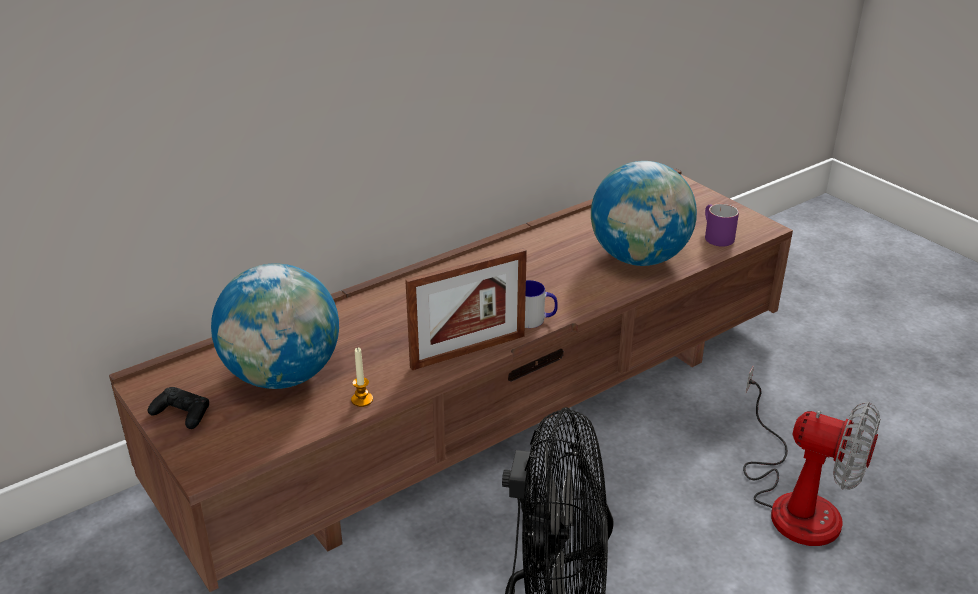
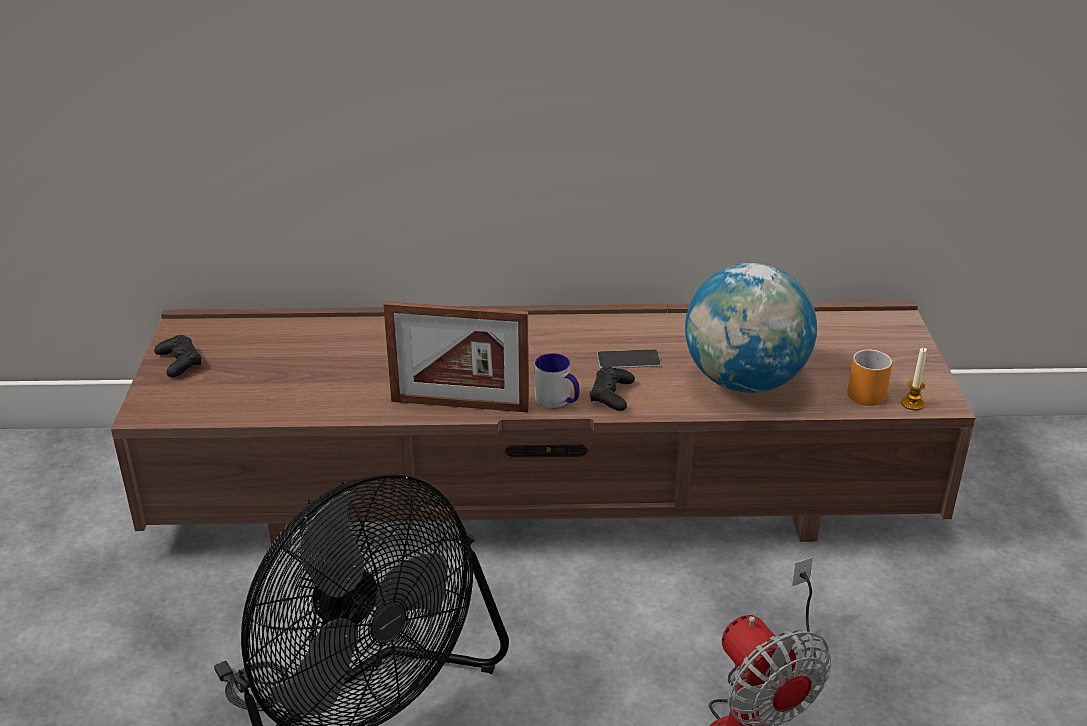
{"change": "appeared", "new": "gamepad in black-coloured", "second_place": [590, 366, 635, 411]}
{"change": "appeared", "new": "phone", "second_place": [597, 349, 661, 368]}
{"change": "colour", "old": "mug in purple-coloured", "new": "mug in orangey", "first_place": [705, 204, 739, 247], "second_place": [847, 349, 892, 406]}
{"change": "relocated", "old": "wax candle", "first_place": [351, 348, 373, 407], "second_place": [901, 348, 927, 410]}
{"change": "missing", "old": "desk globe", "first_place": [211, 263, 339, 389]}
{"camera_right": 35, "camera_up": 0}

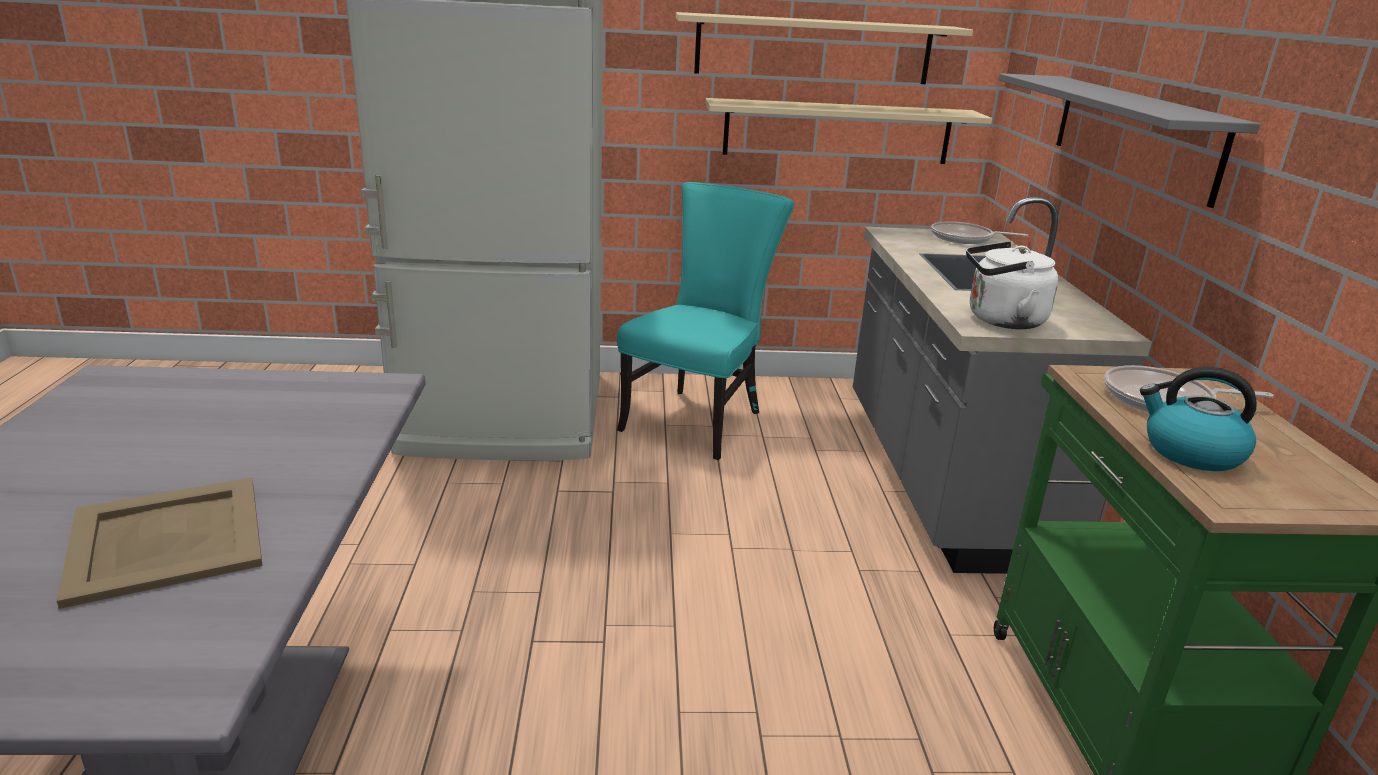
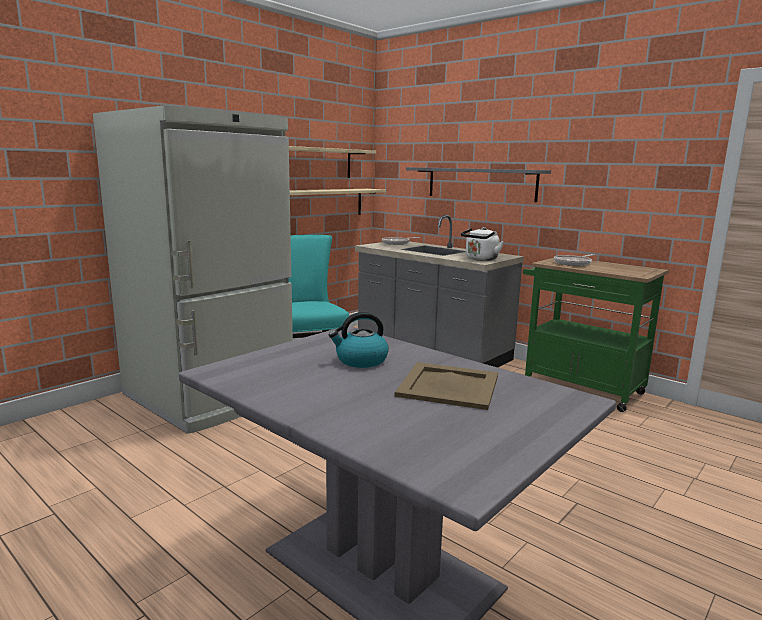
{"change": "relocated", "old": "water kettle", "first_place": [1140, 367, 1257, 471], "second_place": [329, 312, 389, 368]}
{"camera_right": -45, "camera_up": -10}

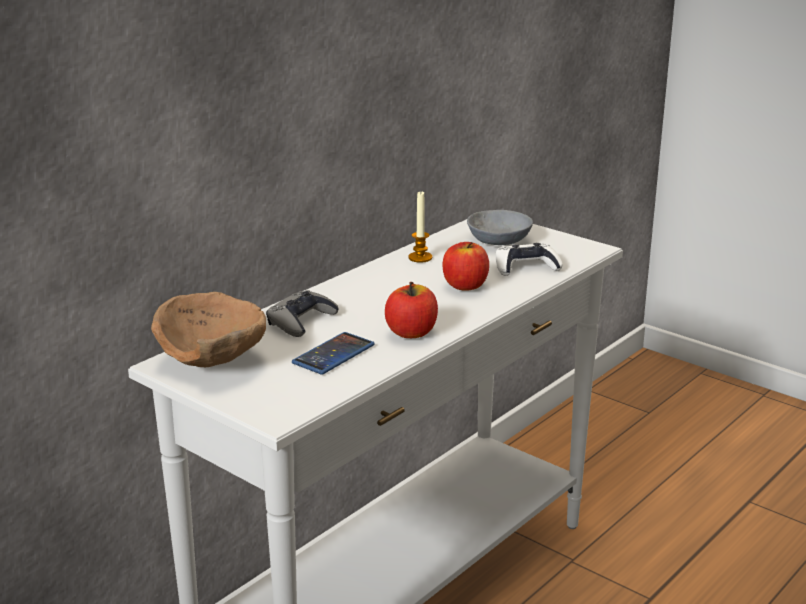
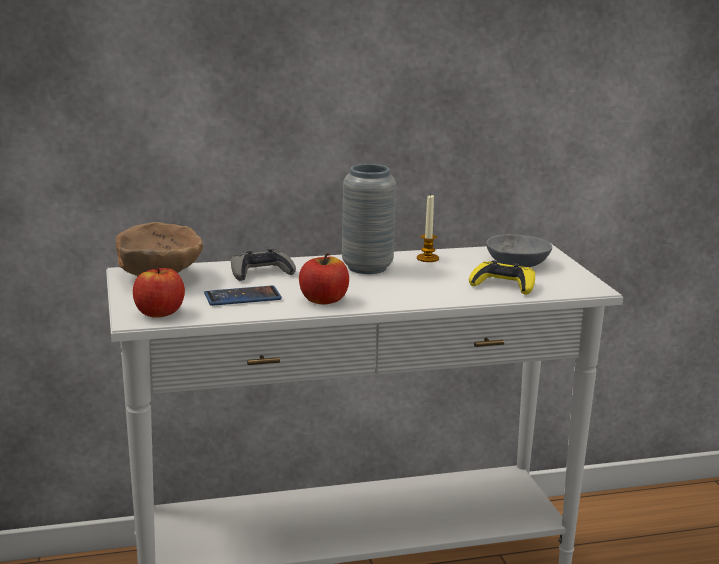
{"change": "relocated", "old": "apple fruit", "first_place": [442, 242, 489, 291], "second_place": [133, 267, 185, 317]}
{"change": "appeared", "new": "vase in grey", "second_place": [342, 164, 396, 274]}
{"change": "colour", "old": "gamepad in whitish", "new": "gamepad in yellow-coloured", "first_place": [496, 243, 563, 276], "second_place": [469, 260, 535, 295]}
{"camera_right": 35, "camera_up": -5}

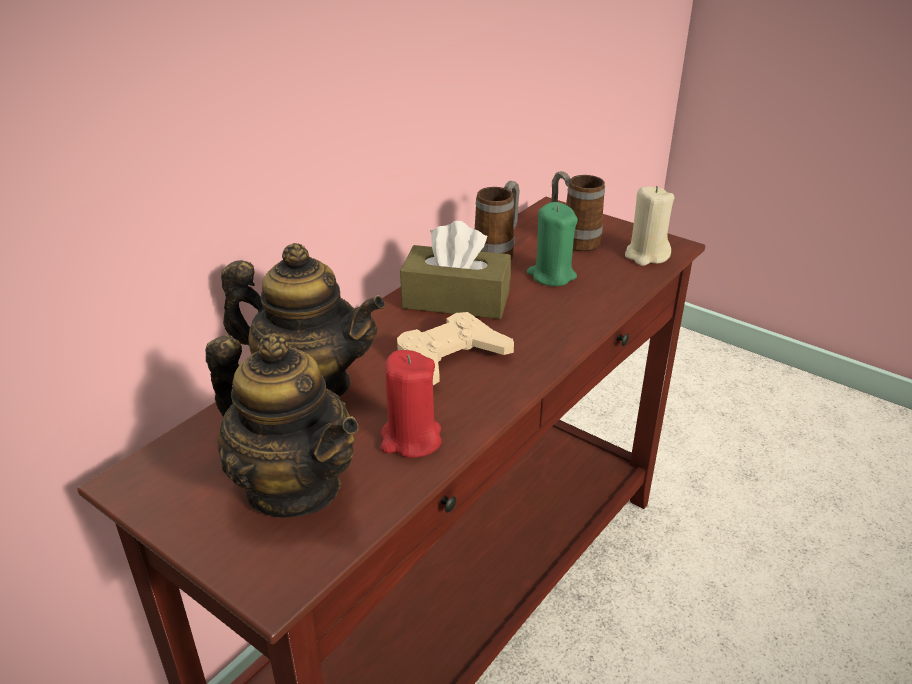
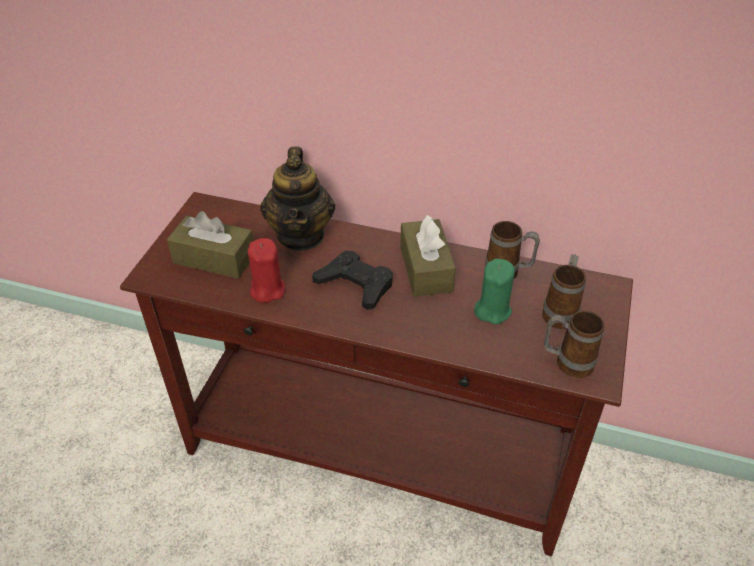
{"change": "exchanged", "old": "pot for tea", "new": "tissue box in brownish", "first_place": [205, 333, 359, 517], "second_place": [167, 211, 254, 279]}
{"change": "colour", "old": "gamepad in beige-coloured", "new": "gamepad in black-coloured", "first_place": [397, 312, 514, 385], "second_place": [312, 250, 393, 310]}
{"change": "exchanged", "old": "wax candle in beige-coloured", "new": "mug", "first_place": [625, 186, 674, 266], "second_place": [544, 311, 605, 378]}
{"camera_right": 70, "camera_up": 10}

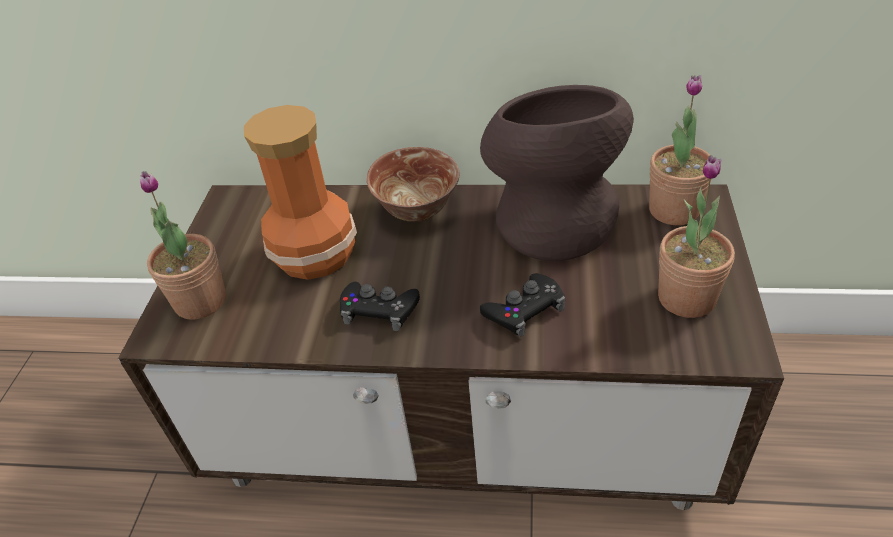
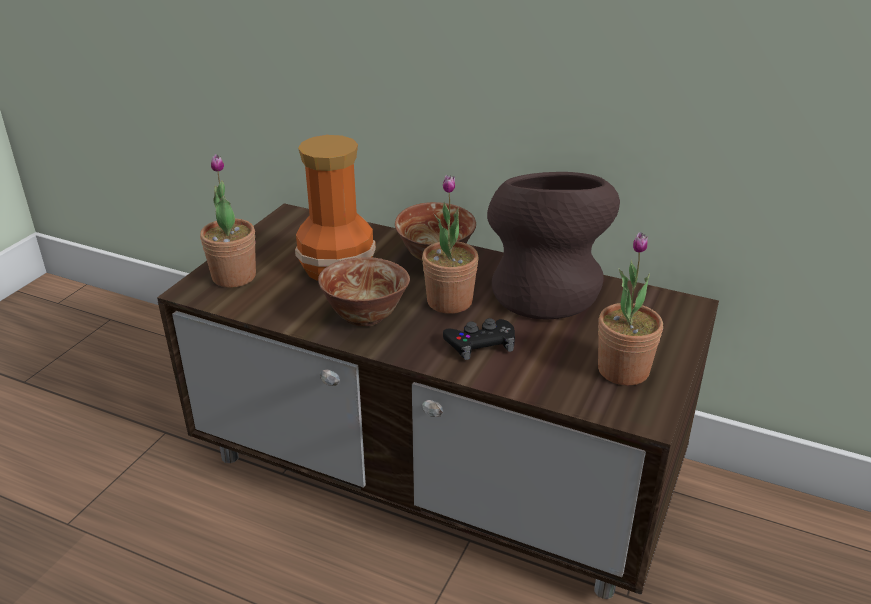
{"change": "exchanged", "old": "gamepad in black-coloured", "new": "serving bowl", "first_place": [340, 282, 420, 331], "second_place": [318, 257, 410, 326]}
{"change": "relocated", "old": "plant in a pot", "first_place": [649, 75, 711, 225], "second_place": [422, 175, 479, 314]}
{"camera_right": 15, "camera_up": -10}

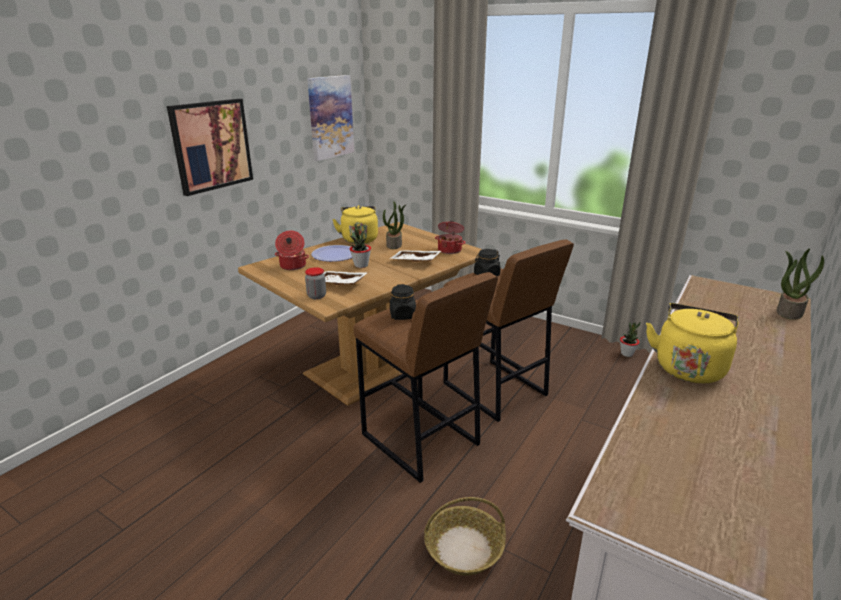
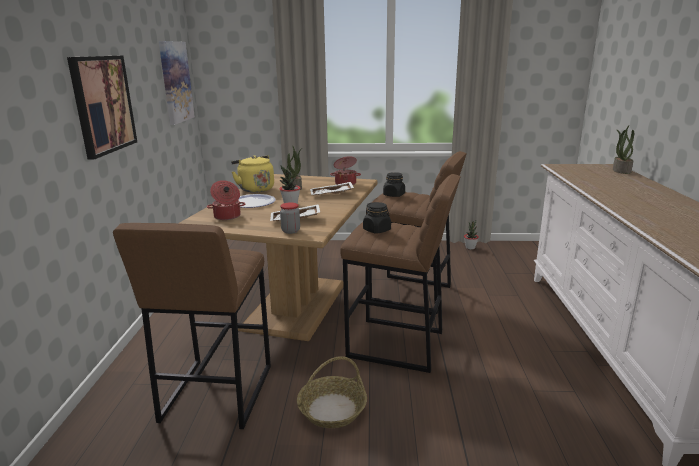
{"change": "appeared", "new": "sitting stool in brownish", "second_place": [113, 223, 271, 429]}
{"change": "relocated", "old": "household basket", "first_place": [424, 497, 506, 576], "second_place": [297, 356, 367, 428]}
{"change": "missing", "old": "water kettle in yellow-coloured", "first_place": [646, 303, 739, 383]}
{"camera_right": -30, "camera_up": -5}

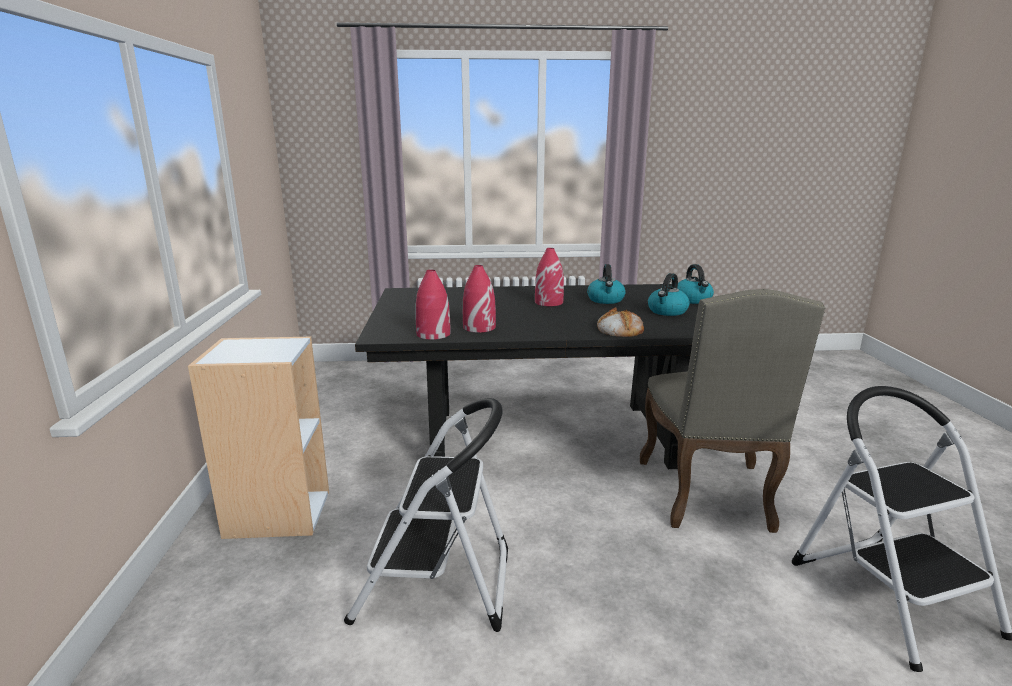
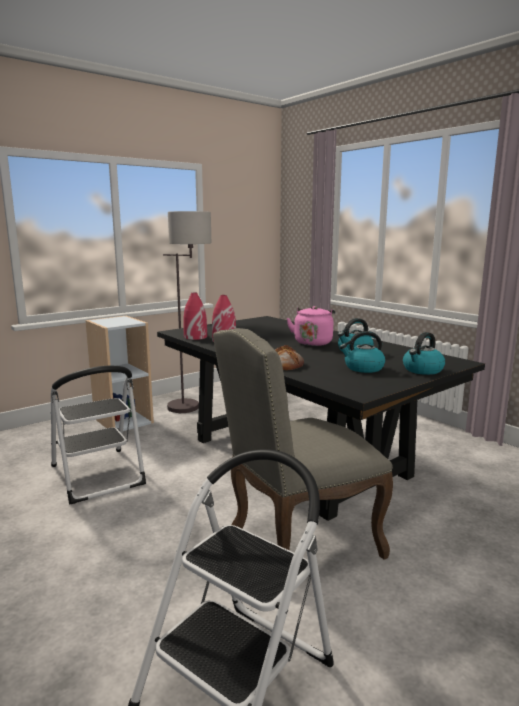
{"change": "appeared", "new": "floor lamp in grey", "second_place": [163, 211, 211, 413]}
{"change": "exchanged", "old": "vase in red", "new": "water kettle in pink-coloured", "first_place": [535, 248, 564, 306], "second_place": [287, 306, 335, 346]}
{"camera_right": 55, "camera_up": -5}

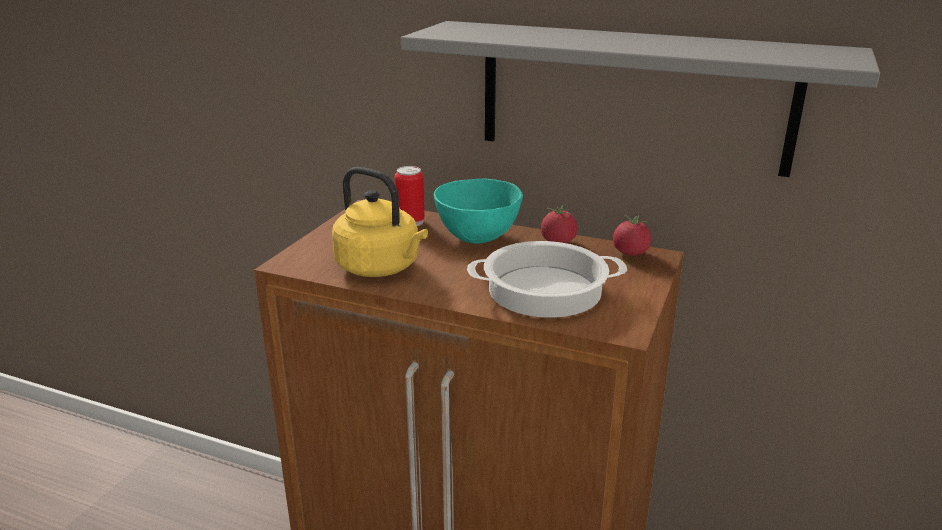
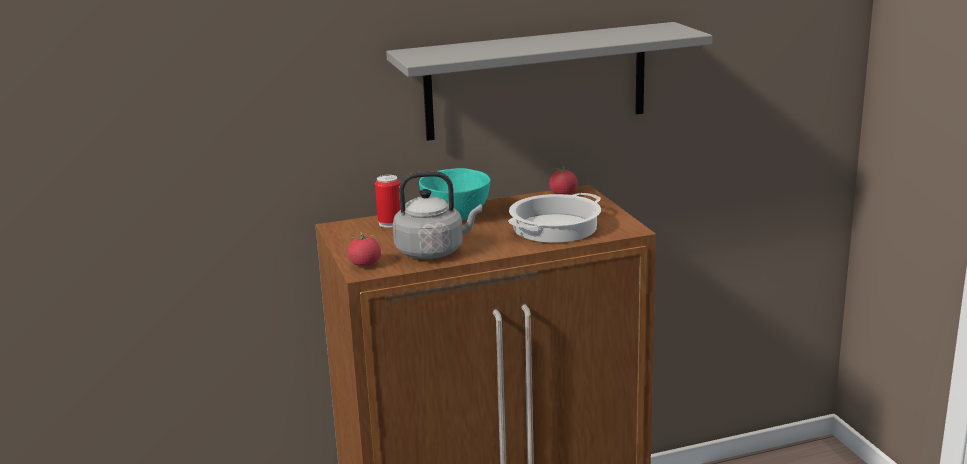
{"change": "relocated", "old": "tomato", "first_place": [541, 205, 578, 243], "second_place": [348, 232, 381, 266]}
{"change": "colour", "old": "water kettle in yellow-coloured", "new": "water kettle in grey", "first_place": [332, 167, 428, 277], "second_place": [393, 171, 482, 259]}
{"camera_right": -40, "camera_up": -5}

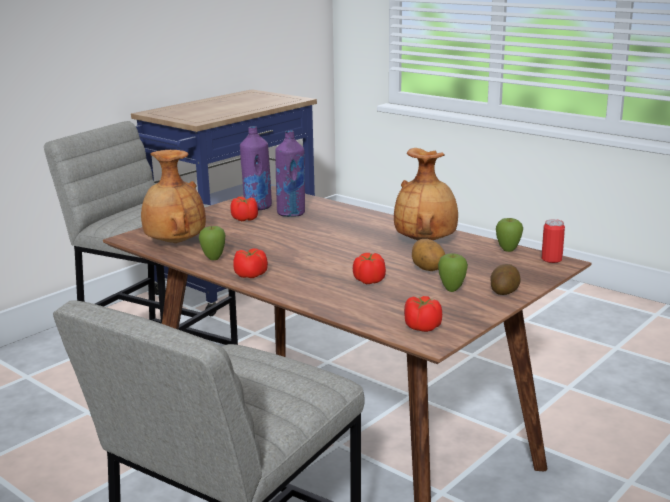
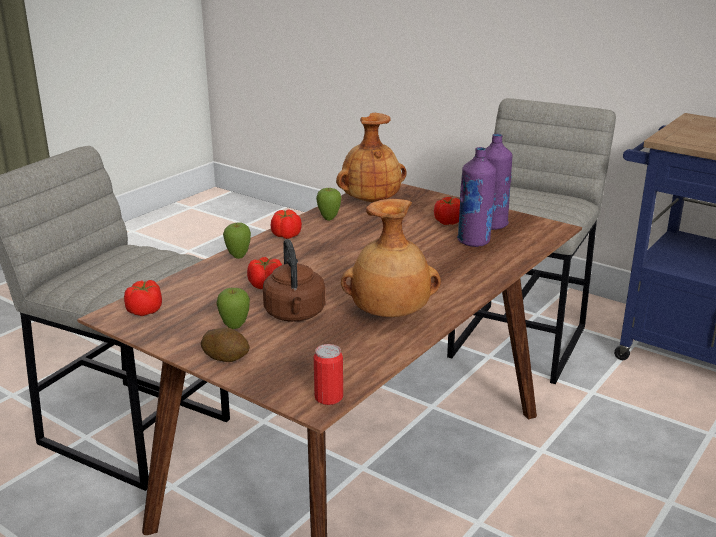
{"change": "relocated", "old": "apple fruit", "first_place": [496, 218, 523, 252], "second_place": [223, 222, 251, 259]}
{"change": "exchanged", "old": "spud", "new": "water kettle in brownish", "first_place": [412, 239, 445, 271], "second_place": [263, 239, 325, 322]}
{"camera_right": 85, "camera_up": 5}

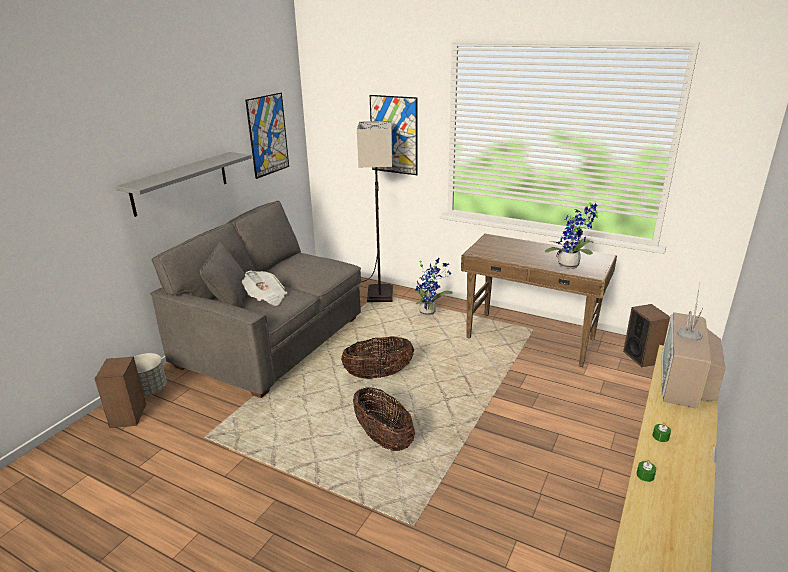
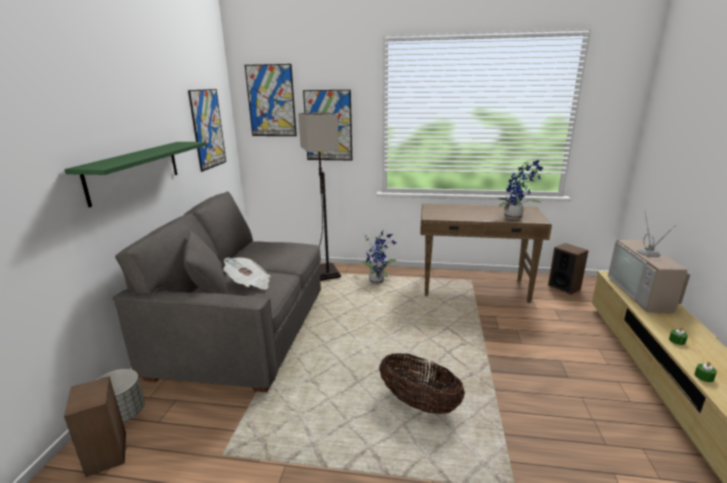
{"change": "colour", "old": "wall shelf in grey", "new": "wall shelf in green-coloured", "first_place": [115, 152, 252, 217], "second_place": [65, 142, 206, 207]}
{"change": "appeared", "new": "picture", "second_place": [245, 64, 297, 136]}
{"change": "missing", "old": "household basket", "first_place": [341, 336, 414, 379]}
{"camera_right": -20, "camera_up": -5}

